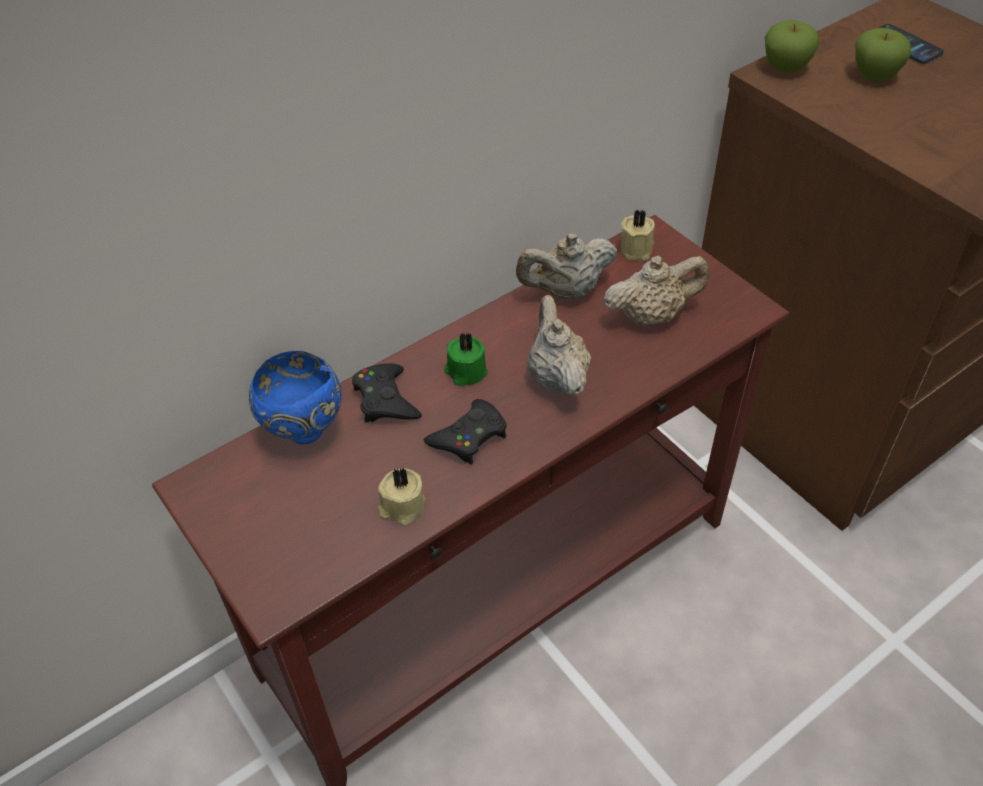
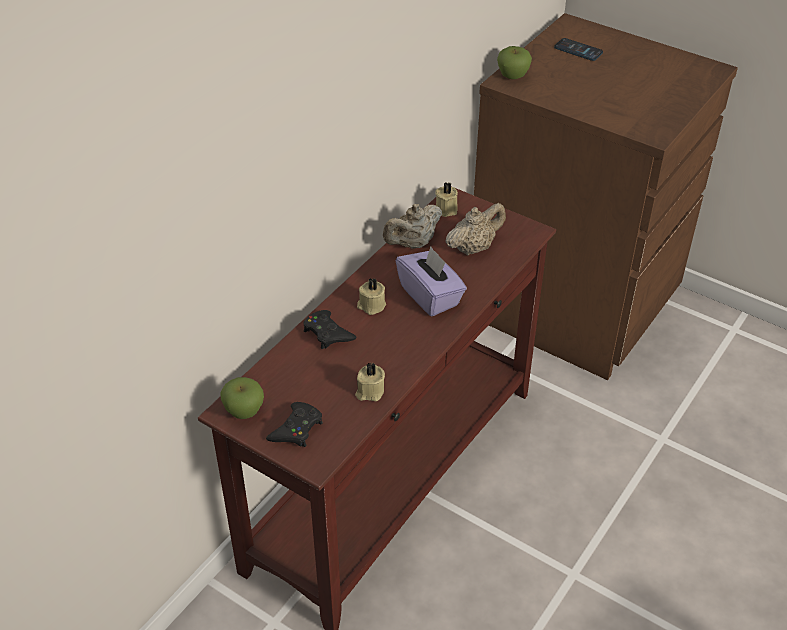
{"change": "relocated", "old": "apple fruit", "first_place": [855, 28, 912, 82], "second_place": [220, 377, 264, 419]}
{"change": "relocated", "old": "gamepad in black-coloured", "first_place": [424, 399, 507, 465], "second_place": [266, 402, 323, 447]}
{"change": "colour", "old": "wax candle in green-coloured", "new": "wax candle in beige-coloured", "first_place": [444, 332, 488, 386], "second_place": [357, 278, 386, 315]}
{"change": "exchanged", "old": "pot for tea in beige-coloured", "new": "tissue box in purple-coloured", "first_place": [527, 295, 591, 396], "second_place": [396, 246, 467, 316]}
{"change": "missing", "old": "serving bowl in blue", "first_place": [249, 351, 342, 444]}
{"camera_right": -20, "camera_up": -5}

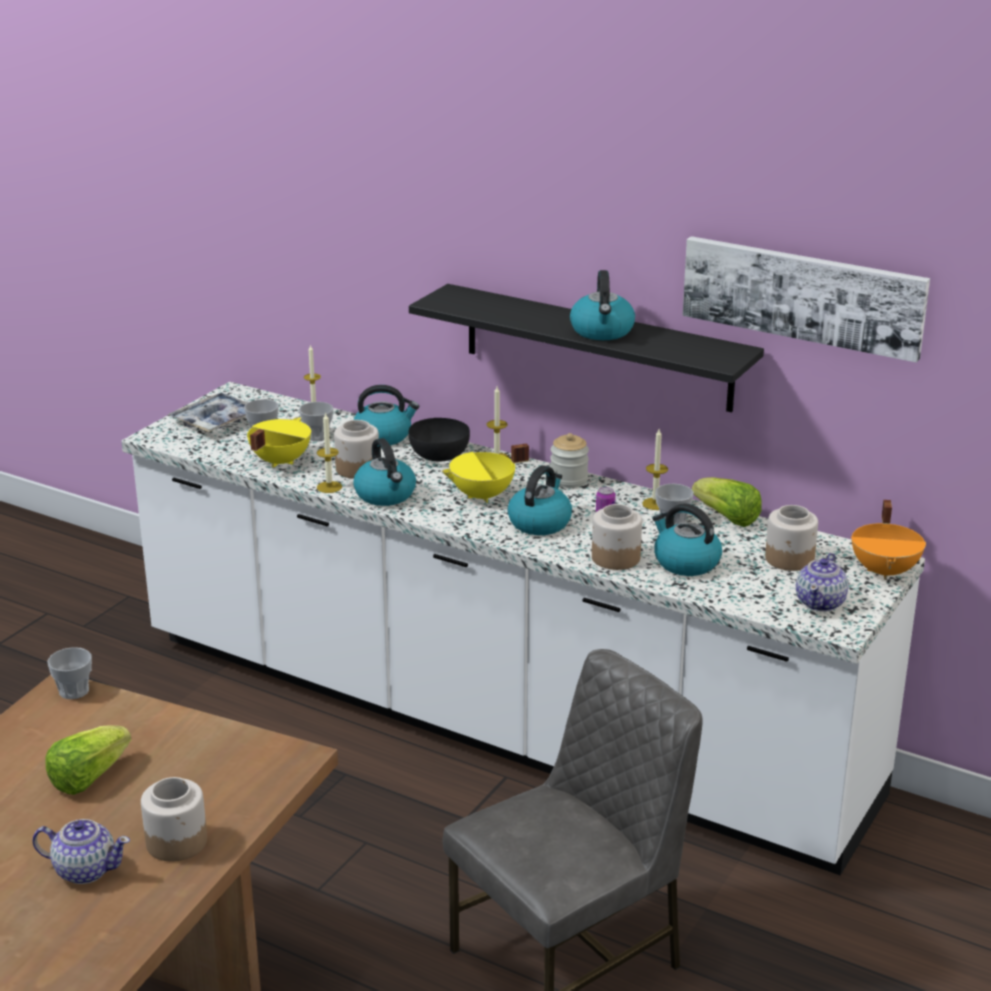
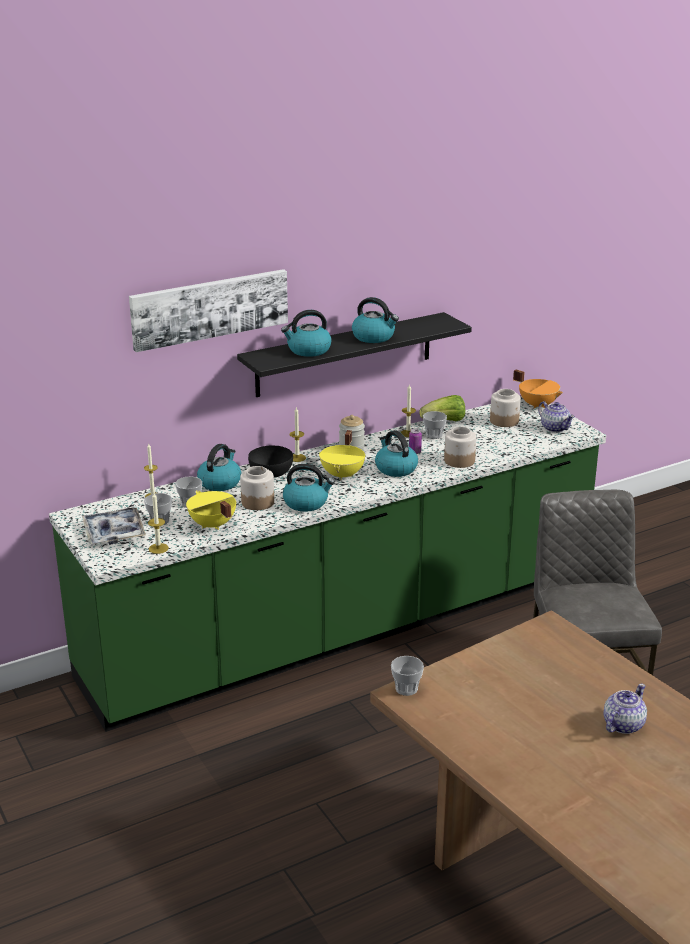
{"change": "colour", "old": "counter in whitish", "new": "counter in green-coloured", "first_place": [121, 382, 925, 875], "second_place": [49, 396, 606, 732]}
{"change": "relocated", "old": "picture", "first_place": [683, 236, 930, 363], "second_place": [129, 269, 288, 352]}
{"change": "relocated", "old": "wax candle", "first_place": [317, 412, 342, 493], "second_place": [148, 493, 169, 554]}
{"change": "relocated", "old": "water kettle", "first_place": [652, 503, 722, 576], "second_place": [281, 310, 332, 357]}
{"change": "missing", "old": "lettuce", "first_place": [46, 726, 132, 795]}
{"change": "missing", "old": "storage jar", "first_place": [141, 777, 207, 862]}
{"camera_right": -60, "camera_up": 0}

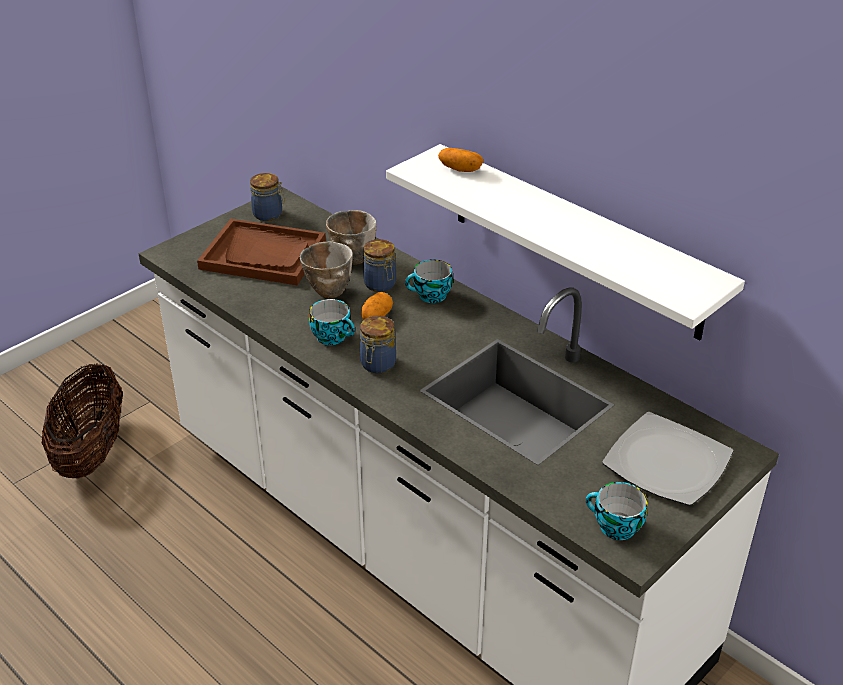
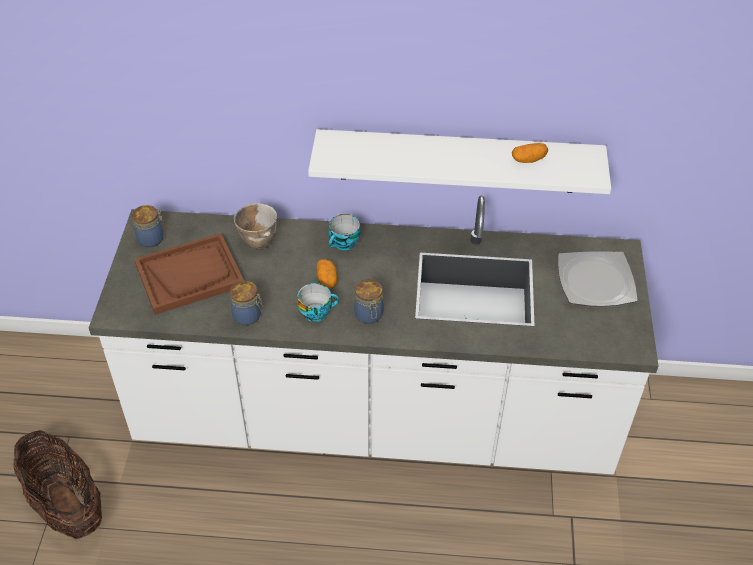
{"change": "relocated", "old": "storage jar", "first_place": [363, 239, 396, 292], "second_place": [230, 281, 263, 325]}
{"change": "relocated", "old": "spud", "first_place": [438, 148, 484, 172], "second_place": [512, 143, 548, 163]}
{"change": "missing", "old": "serving bowl", "first_place": [300, 242, 353, 299]}
{"change": "missing", "old": "drinking cup", "first_place": [586, 482, 648, 540]}
{"camera_right": -40, "camera_up": 10}

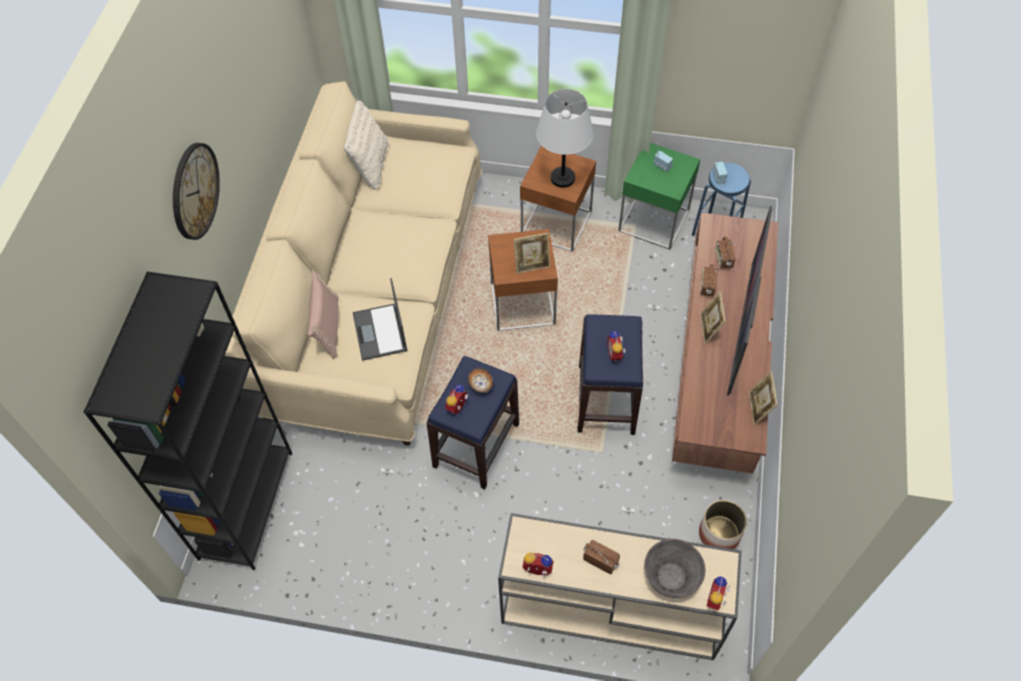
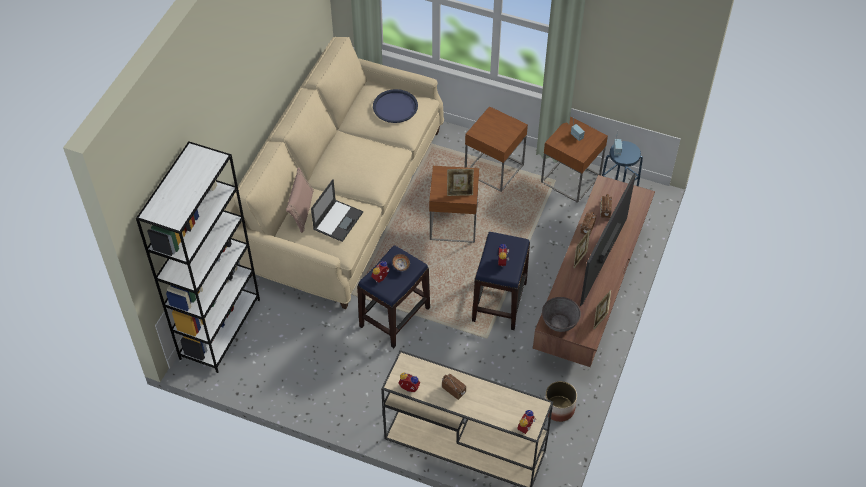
{"change": "colour", "old": "bookshelf in black-coloured", "new": "bookshelf in whitish", "first_place": [84, 272, 292, 570], "second_place": [136, 141, 260, 373]}
{"change": "spun", "old": "laptop", "first_place": [353, 278, 407, 361], "second_place": [311, 179, 363, 242], "degrees": -150}
{"change": "appeared", "new": "carrying tray in blue", "second_place": [373, 89, 418, 123]}
{"change": "colour", "old": "side table in green-coloured", "new": "side table in brownish", "first_place": [618, 143, 700, 250], "second_place": [541, 116, 608, 203]}
{"change": "relocated", "old": "serving bowl in grey", "first_place": [644, 539, 705, 598], "second_place": [542, 297, 581, 332]}
{"change": "missing", "old": "wall clock", "first_place": [173, 143, 220, 240]}
{"change": "missing", "old": "cushion in beige-coloured", "first_place": [344, 100, 389, 190]}
{"change": "missing", "old": "tabletop lamp in whitish", "first_place": [536, 89, 594, 188]}
{"camera_right": 10, "camera_up": -5}

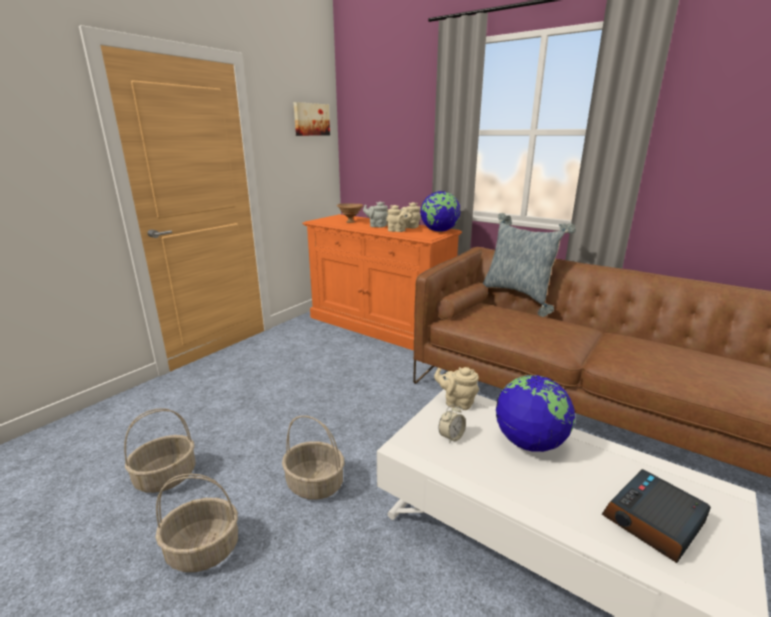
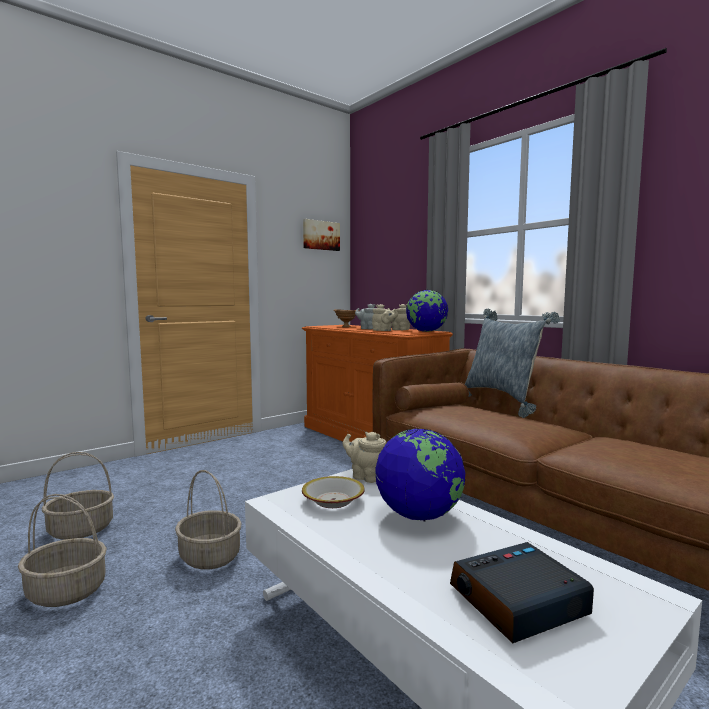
{"change": "exchanged", "old": "bedside clock", "new": "serving bowl", "first_place": [439, 404, 466, 444], "second_place": [302, 476, 365, 508]}
{"camera_right": 15, "camera_up": -15}

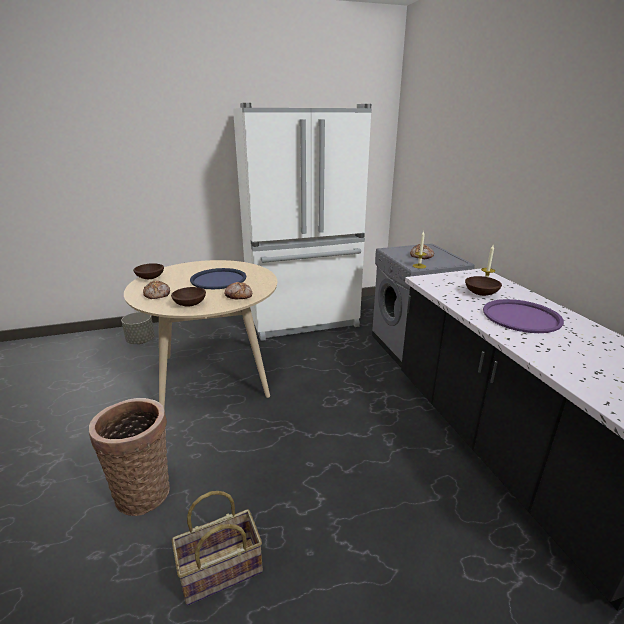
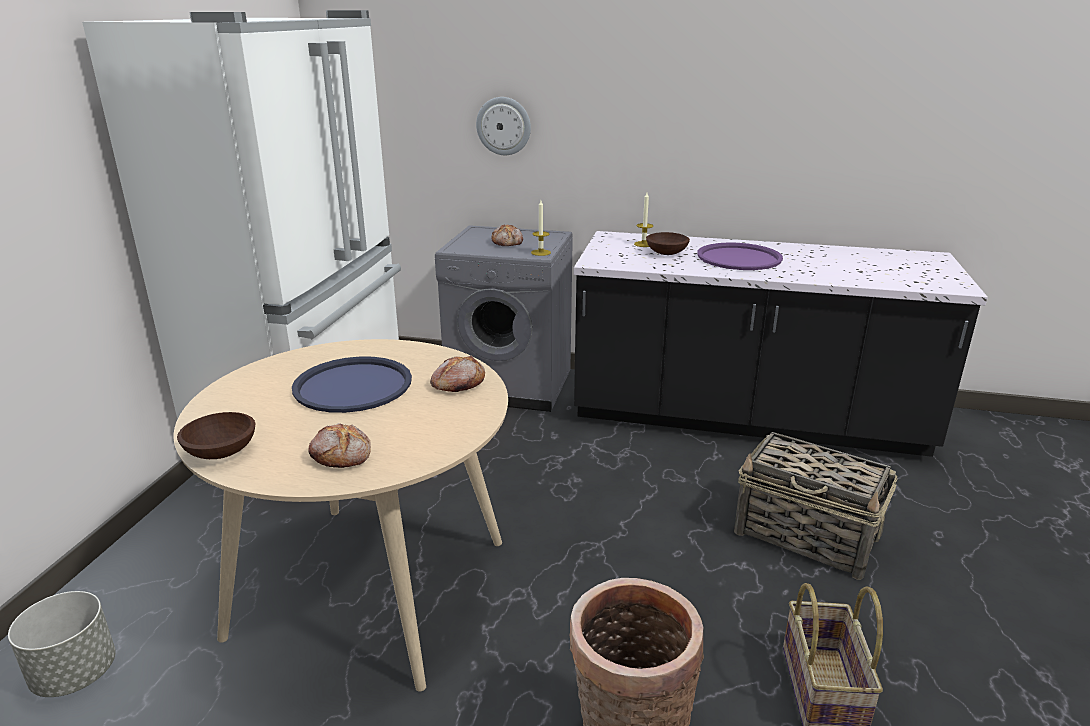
{"change": "appeared", "new": "wall clock", "second_place": [476, 97, 531, 155]}
{"change": "appeared", "new": "household basket", "second_place": [734, 432, 897, 580]}
{"change": "missing", "old": "serving bowl in brownish", "first_place": [171, 287, 206, 307]}
{"camera_right": -60, "camera_up": 0}

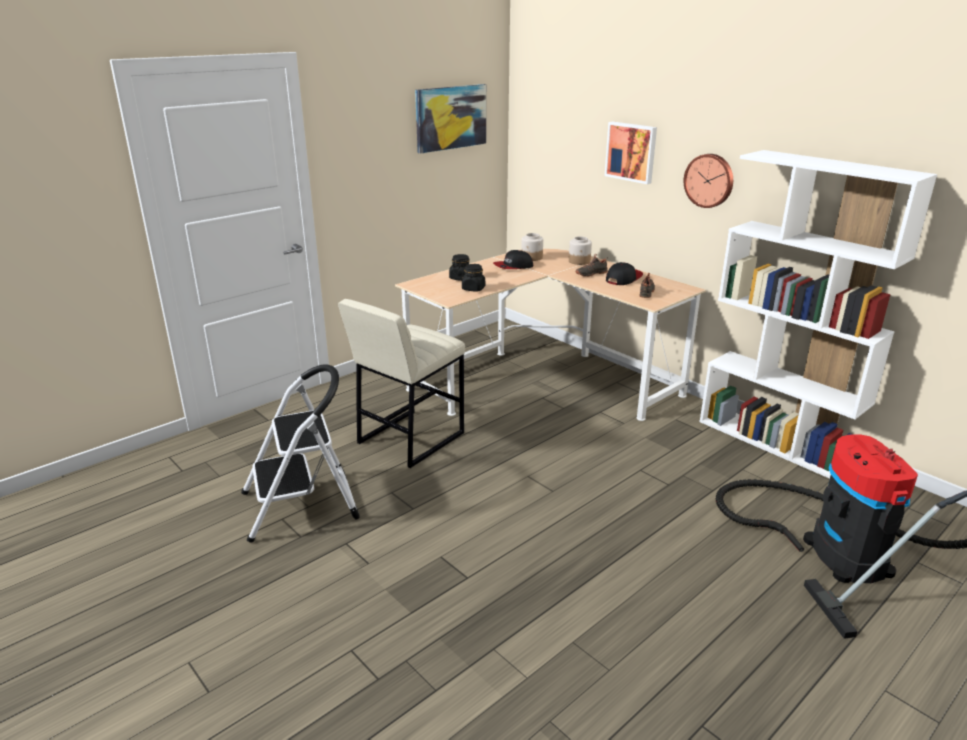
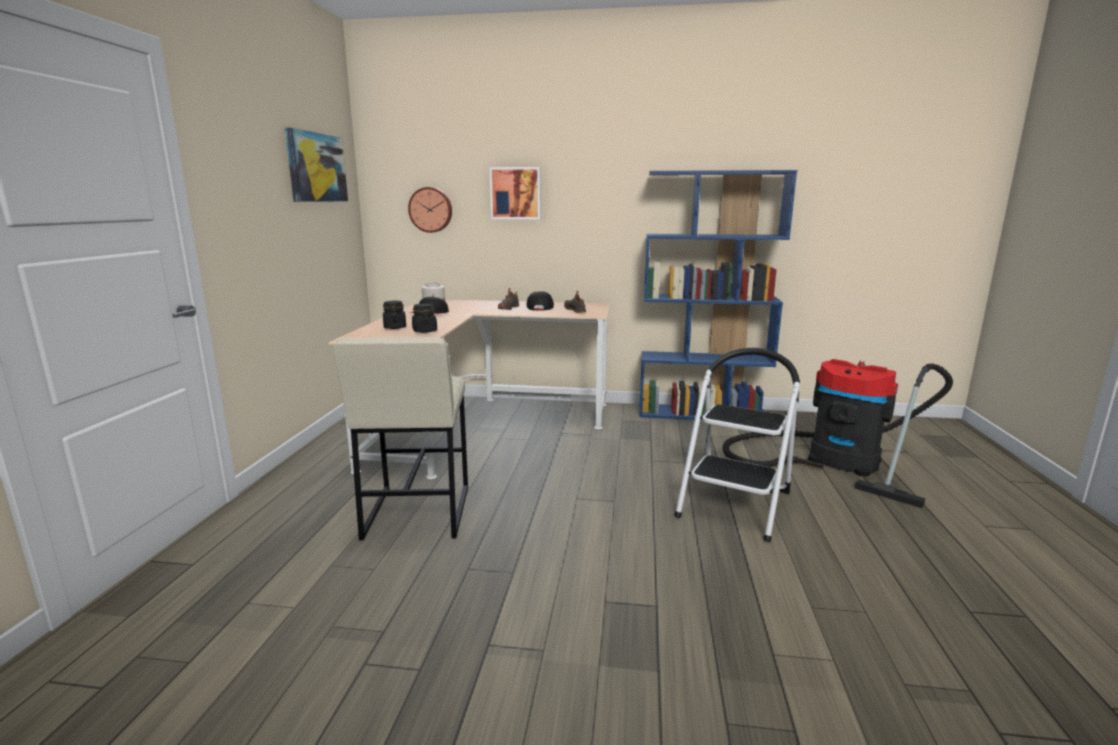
{"change": "relocated", "old": "wall clock", "first_place": [684, 154, 733, 208], "second_place": [408, 187, 452, 233]}
{"change": "colour", "old": "bookshelf in whitish", "new": "bookshelf in blue", "first_place": [699, 150, 937, 479], "second_place": [639, 170, 797, 420]}
{"change": "relocated", "old": "step ladder", "first_place": [241, 364, 360, 542], "second_place": [674, 348, 800, 542]}
{"change": "missing", "old": "storage jar", "first_place": [569, 236, 592, 265]}
{"camera_right": -40, "camera_up": -10}

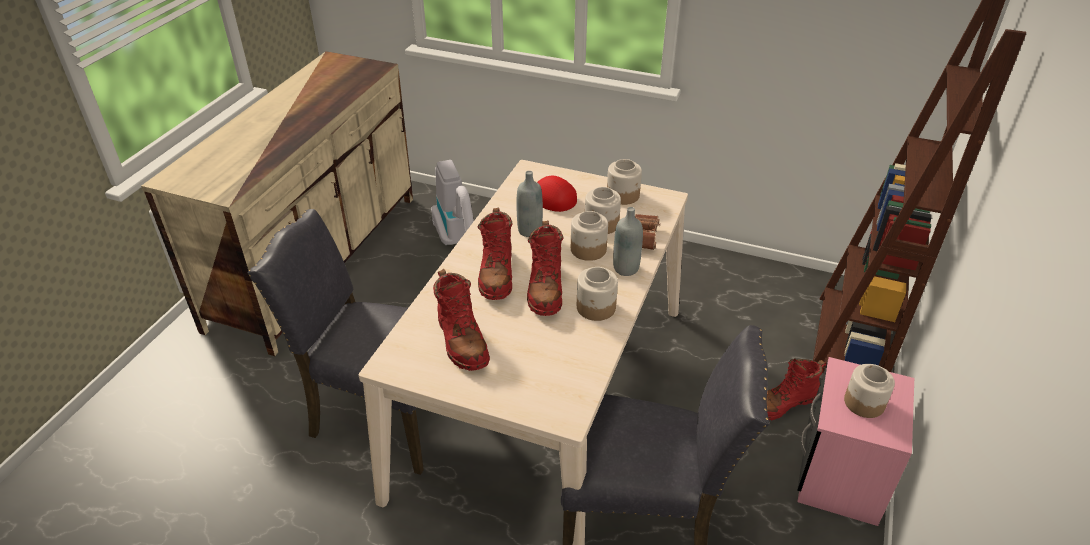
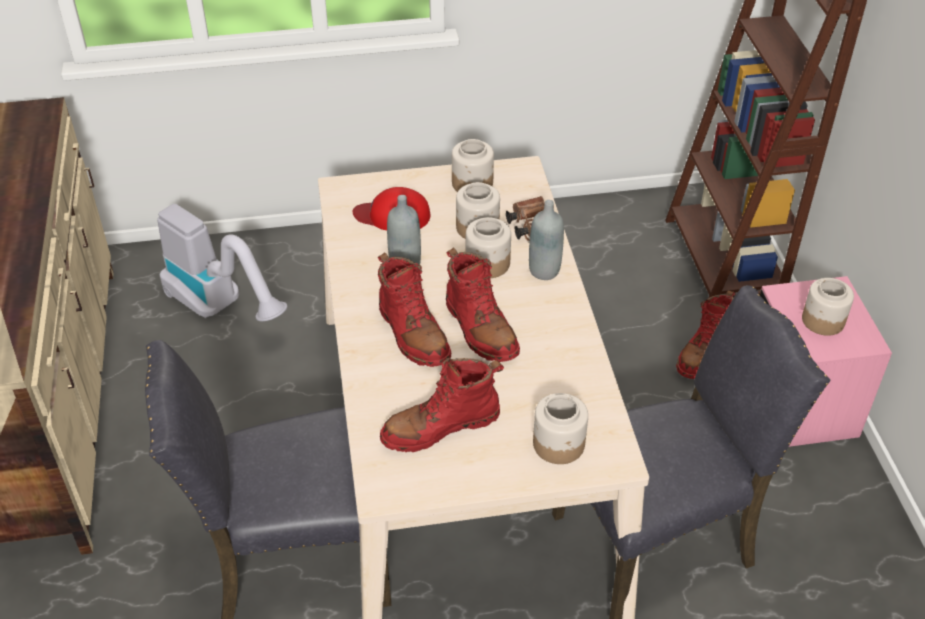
{"change": "spun", "old": "tall boot in red", "first_place": [433, 269, 490, 371], "second_place": [380, 358, 504, 452], "degrees": 120}
{"change": "relocated", "old": "storage jar", "first_place": [577, 267, 618, 321], "second_place": [533, 393, 588, 464]}
{"camera_right": -30, "camera_up": 5}

